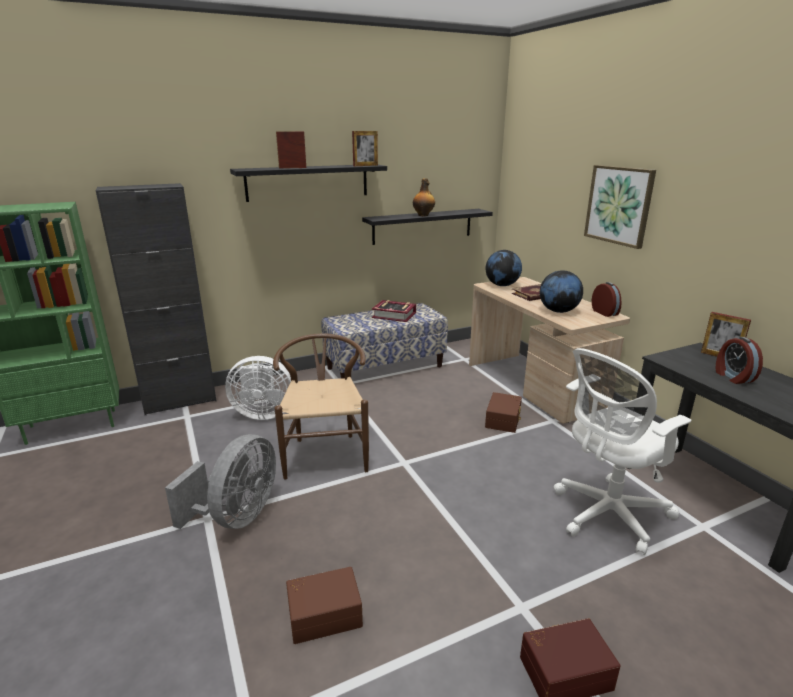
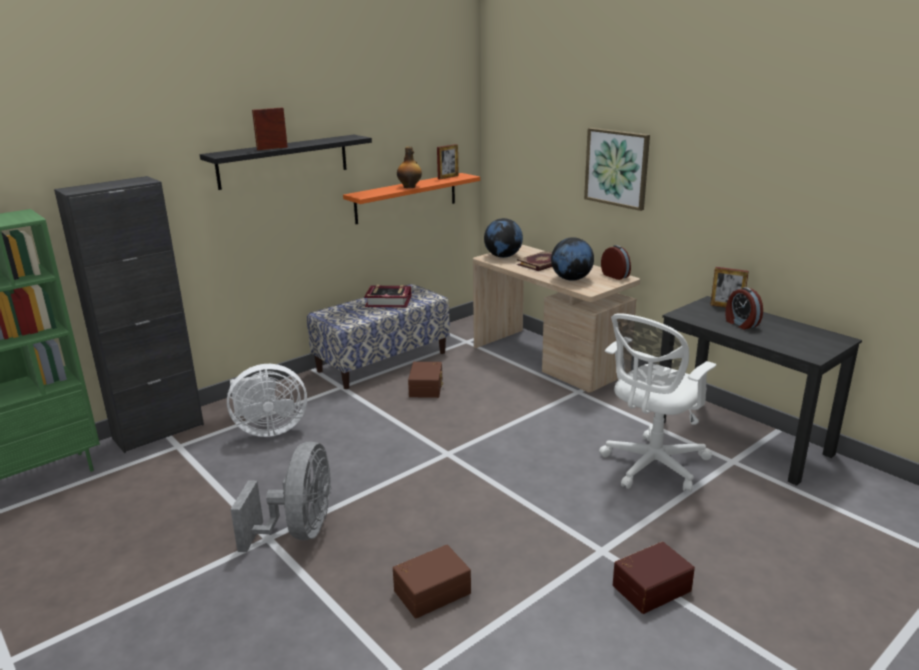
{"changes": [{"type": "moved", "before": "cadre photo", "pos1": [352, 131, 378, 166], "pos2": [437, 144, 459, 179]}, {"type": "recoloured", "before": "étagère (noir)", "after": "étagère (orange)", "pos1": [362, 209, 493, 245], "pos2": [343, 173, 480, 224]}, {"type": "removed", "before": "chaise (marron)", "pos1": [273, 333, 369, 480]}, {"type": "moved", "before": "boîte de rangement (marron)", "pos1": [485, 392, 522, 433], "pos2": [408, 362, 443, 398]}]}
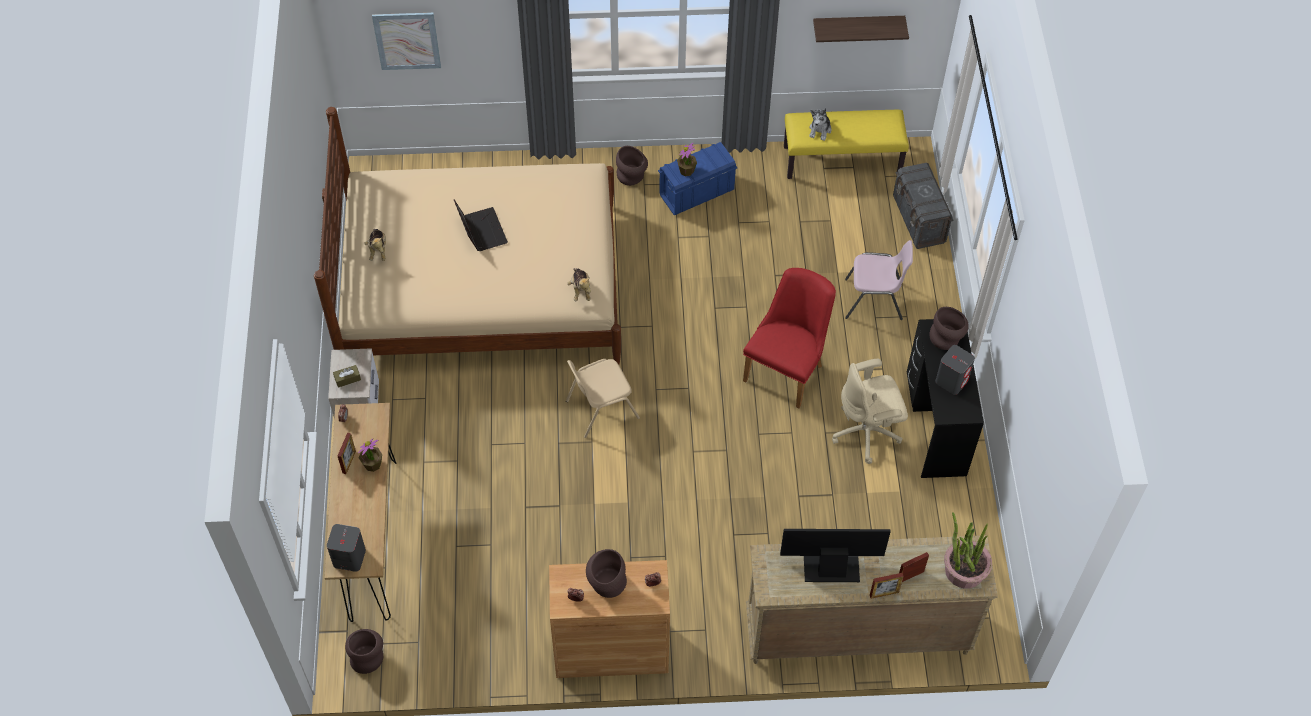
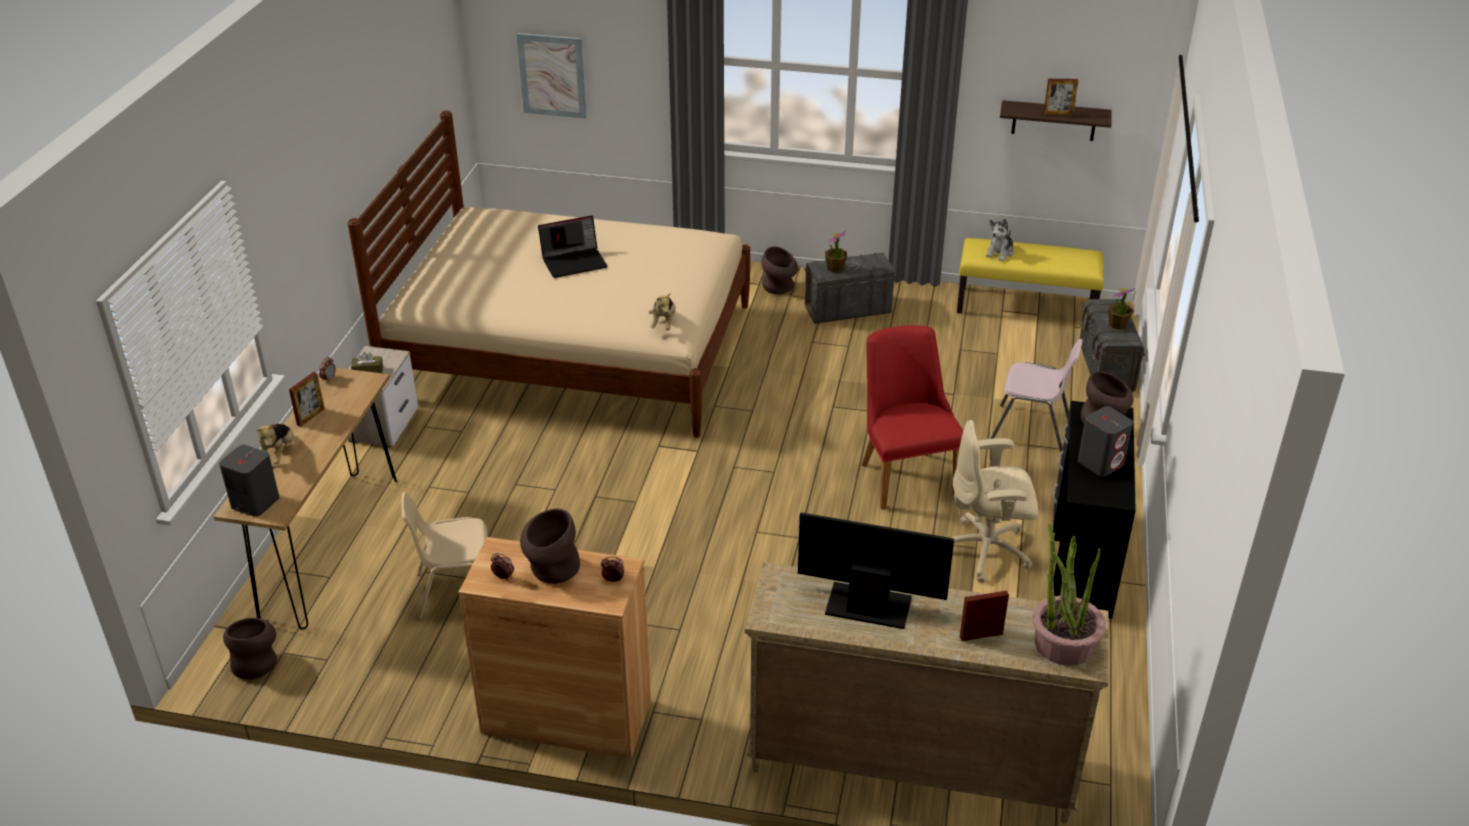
{"changes": [{"type": "recoloured", "before": "boîte de rangement (bleu)", "after": "boîte de rangement (gris)", "pos1": [658, 142, 737, 215], "pos2": [804, 253, 896, 324]}, {"type": "turned", "before": "ordinateur portable", "pos1": [454, 200, 508, 251], "pos2": [538, 215, 607, 278], "turn": 75}, {"type": "moved", "before": "peluche", "pos1": [364, 229, 386, 261], "pos2": [257, 423, 294, 464]}, {"type": "turned", "before": "chaise (rouge)", "pos1": [743, 268, 836, 408], "pos2": [862, 325, 963, 509], "turn": -60}, {"type": "moved", "before": "chaise (beige)", "pos1": [566, 359, 640, 438], "pos2": [402, 492, 488, 620]}, {"type": "moved", "before": "plante en pot", "pos1": [358, 439, 382, 472], "pos2": [1108, 288, 1136, 330]}, {"type": "moved", "before": "cadre photo", "pos1": [870, 573, 904, 599], "pos2": [1044, 79, 1078, 115]}]}
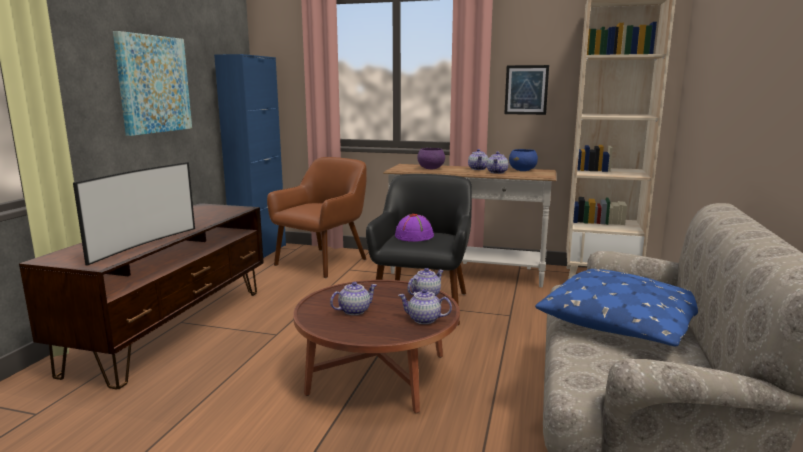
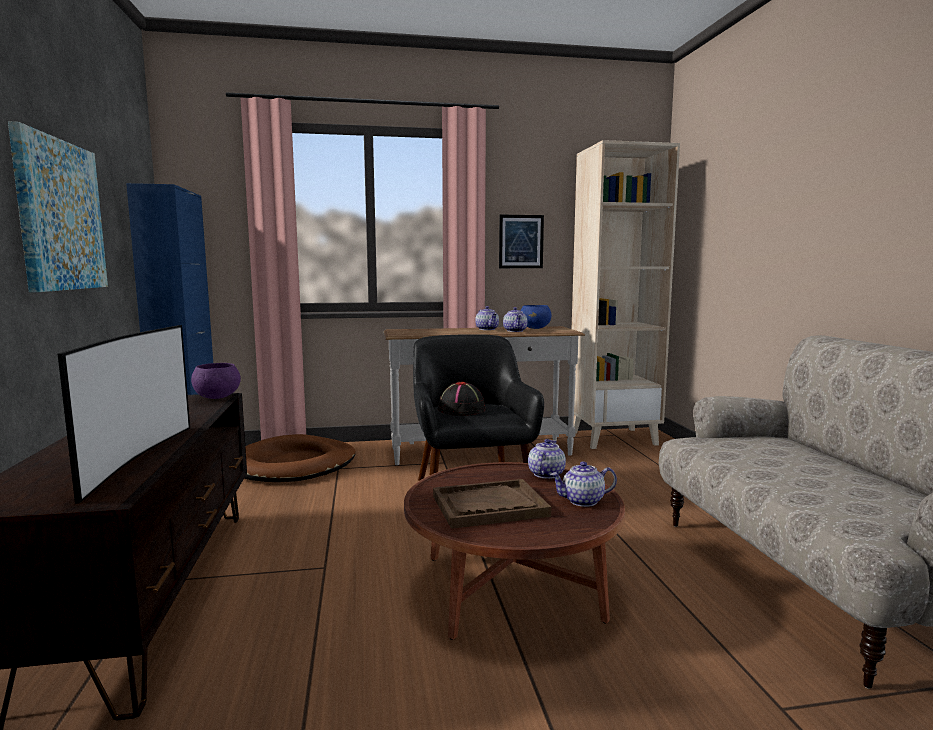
{"changes": [{"type": "moved", "before": "bol (violet)", "pos1": [417, 148, 445, 169], "pos2": [191, 363, 241, 399]}, {"type": "replaced", "before": "fauteuil (marron)", "after": "panier pour chien (marron)", "pos1": [267, 157, 367, 278], "pos2": [244, 434, 356, 482]}, {"type": "recoloured", "before": "chapeau (violet)", "after": "chapeau (noir)", "pos1": [395, 214, 434, 242], "pos2": [438, 382, 486, 416]}, {"type": "removed", "before": "coussin (bleu)", "pos1": [535, 269, 698, 346]}, {"type": "replaced", "before": "théière", "after": "plateau (marron)", "pos1": [330, 282, 377, 315], "pos2": [433, 479, 551, 529]}]}
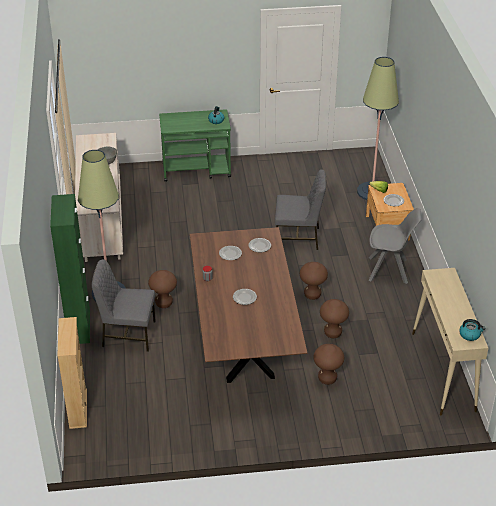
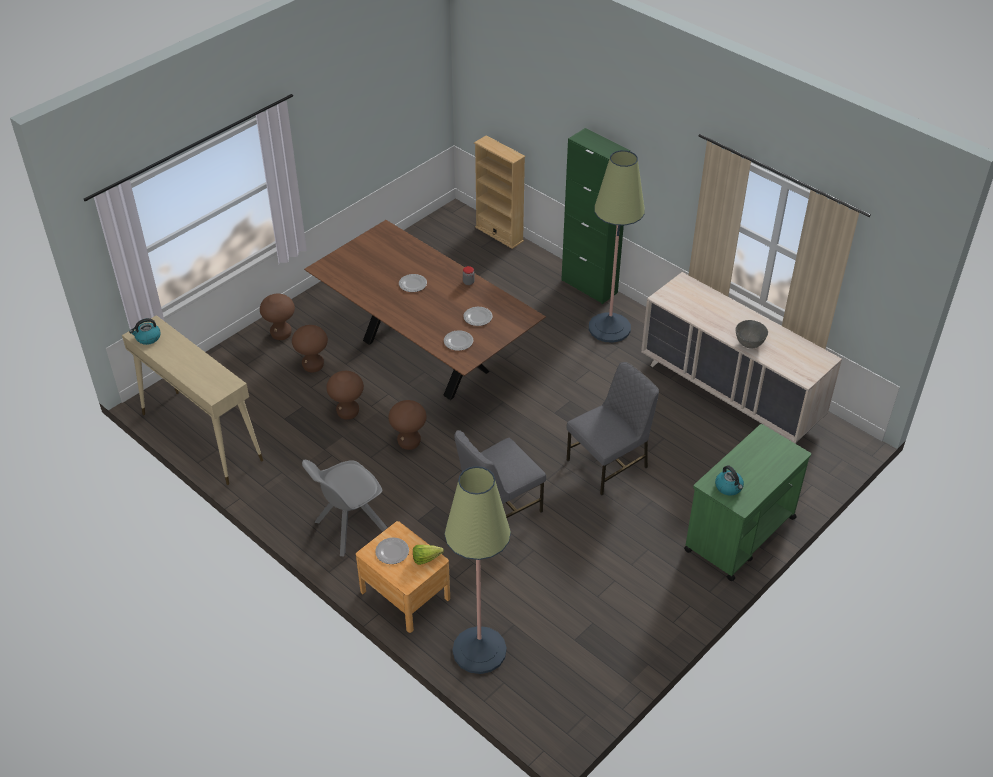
{"changes": [{"type": "moved", "before": "chaise (gris)", "pos1": [92, 259, 156, 352], "pos2": [567, 362, 659, 496]}, {"type": "moved", "before": "tabouret (marron)", "pos1": [148, 270, 177, 308], "pos2": [260, 294, 295, 340]}]}
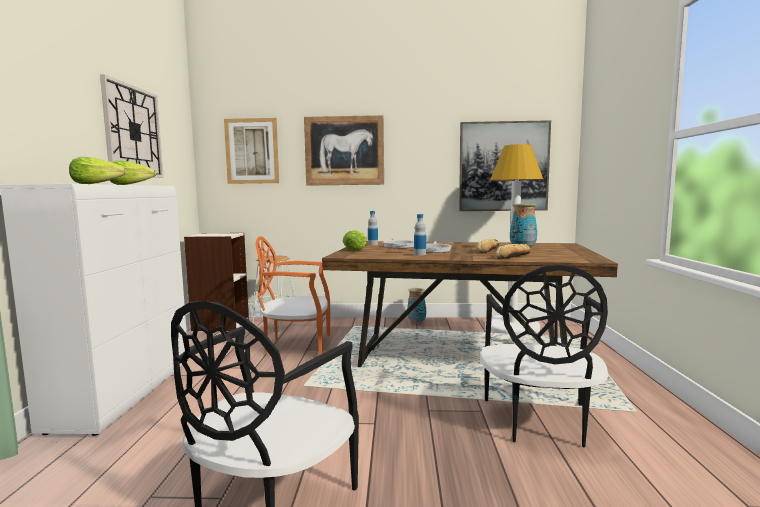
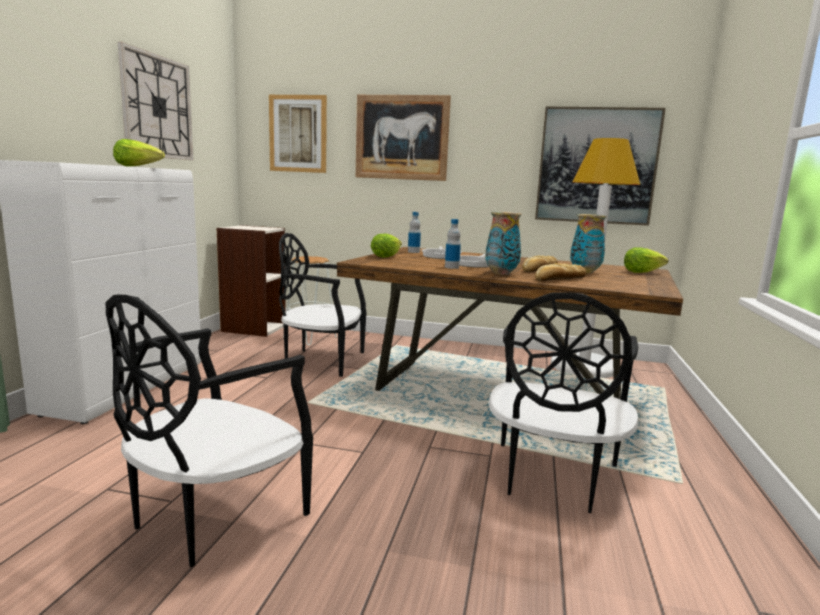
{"changes": [{"type": "moved", "before": "laitue", "pos1": [69, 157, 126, 184], "pos2": [624, 247, 668, 273]}, {"type": "recoloured", "before": "chaise (orange)", "after": "chaise (noir)", "pos1": [255, 236, 330, 355], "pos2": [279, 233, 366, 377]}, {"type": "moved", "before": "vase", "pos1": [407, 288, 426, 324], "pos2": [485, 212, 522, 275]}]}
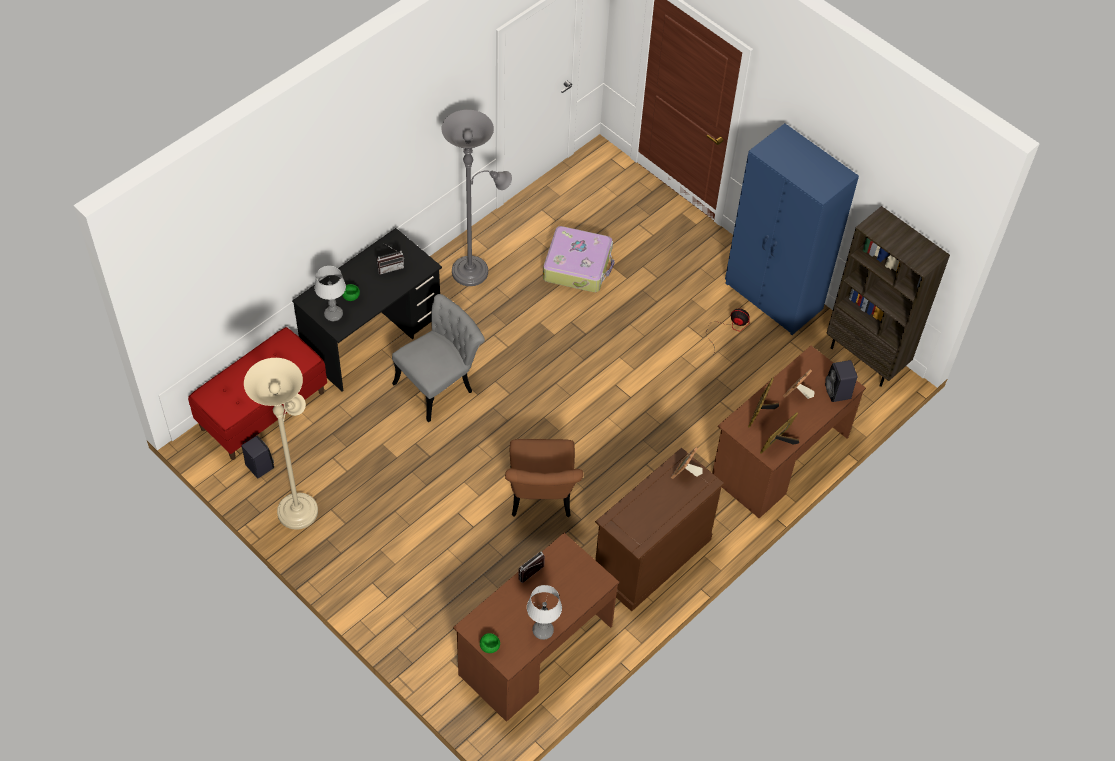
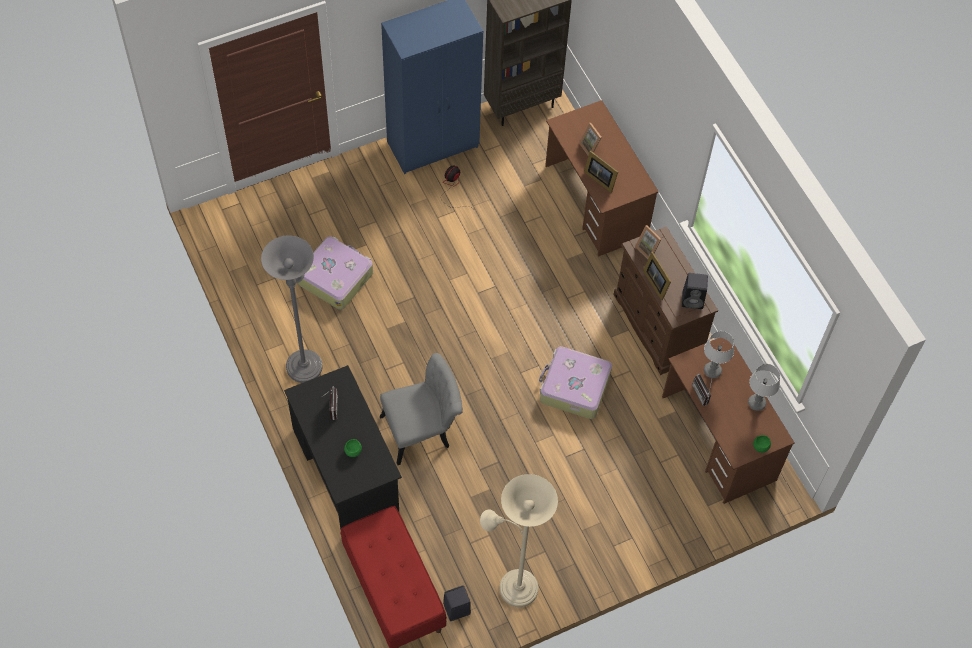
{"changes": [{"type": "moved", "before": "lampe de table", "pos1": [314, 266, 346, 321], "pos2": [704, 331, 734, 378]}, {"type": "turned", "before": "chaise (gris)", "pos1": [392, 294, 485, 423], "pos2": [380, 353, 463, 465], "turn": 90}, {"type": "moved", "before": "enceinte (noir)", "pos1": [825, 360, 858, 402], "pos2": [682, 273, 708, 309]}, {"type": "moved", "before": "cadre photo", "pos1": [760, 412, 799, 454], "pos2": [643, 252, 672, 300]}, {"type": "replaced", "before": "chaise (marron)", "after": "valise", "pos1": [505, 439, 583, 517], "pos2": [539, 346, 612, 419]}]}
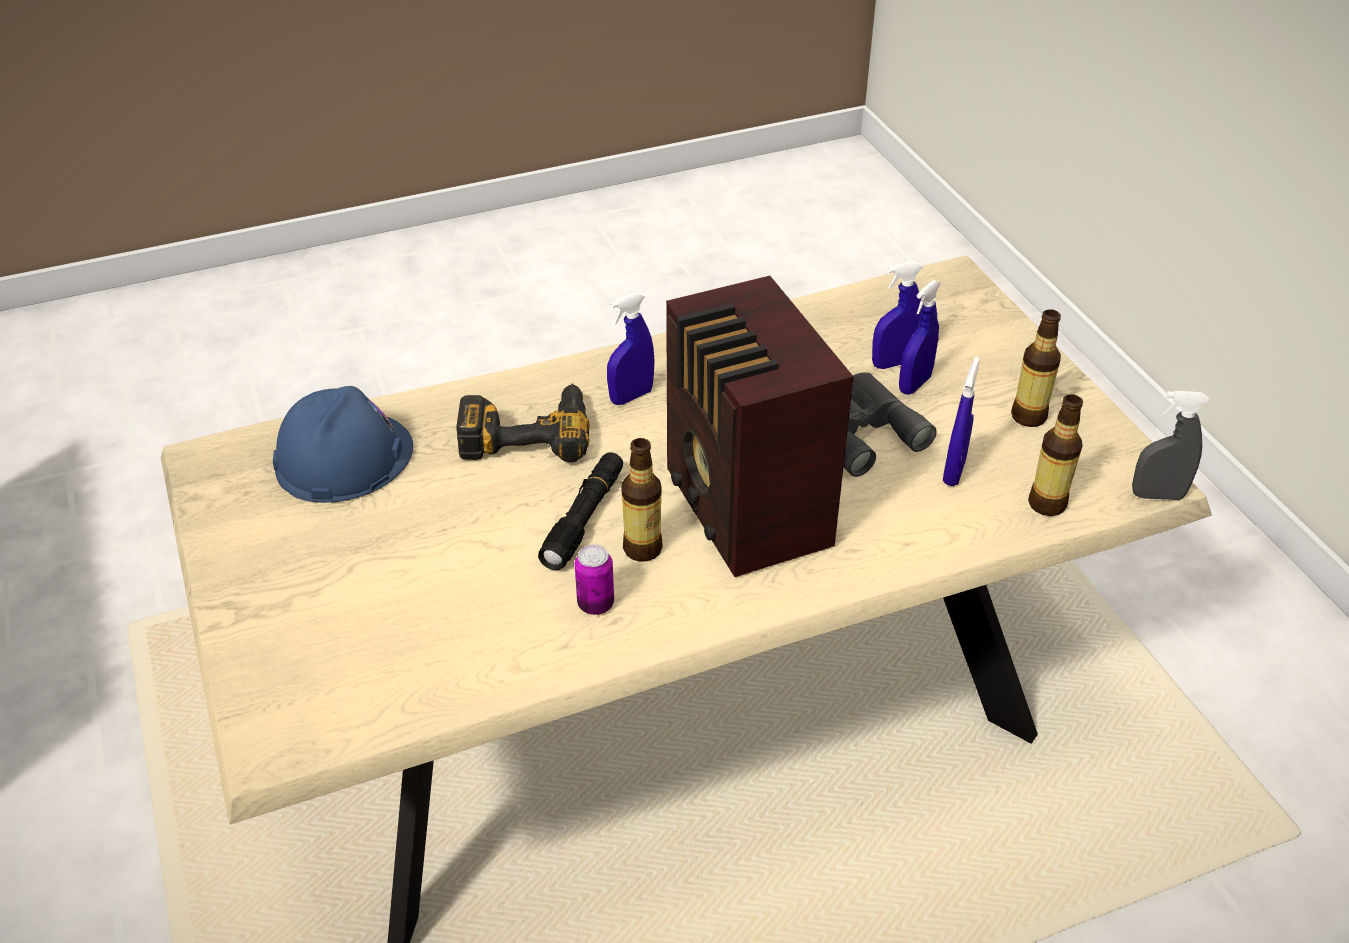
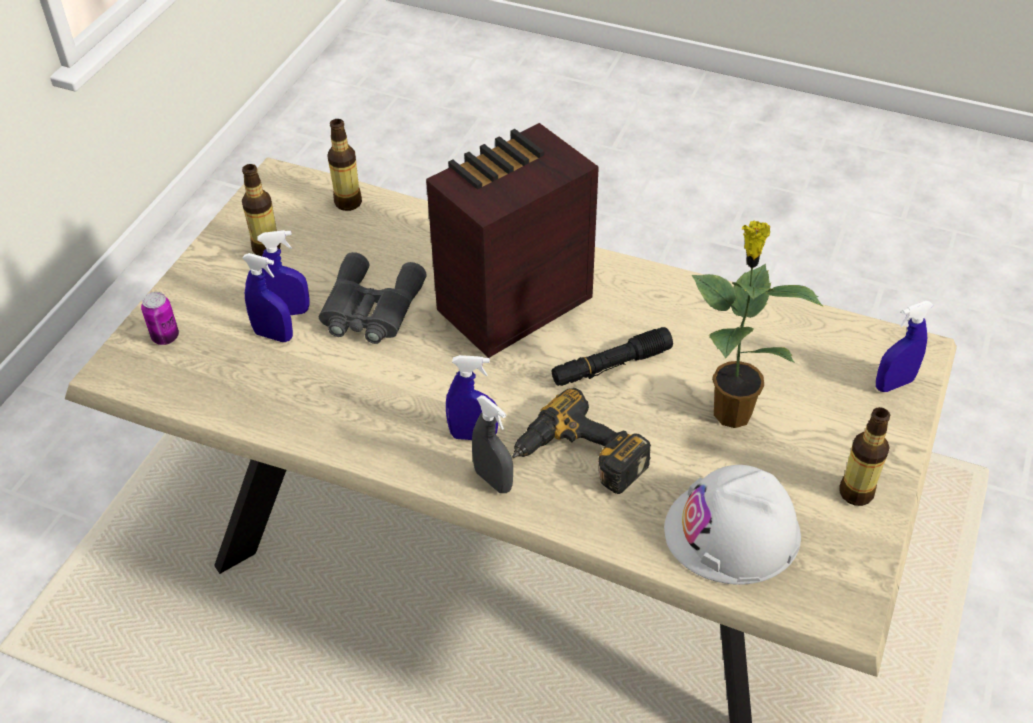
{"changes": [{"type": "turned", "before": "radio", "pos1": [666, 276, 853, 577], "pos2": [426, 123, 599, 358], "turn": -150}, {"type": "moved", "before": "vaporisateur (bleu)", "pos1": [943, 357, 980, 486], "pos2": [876, 301, 934, 392]}, {"type": "recoloured", "before": "casque de chantier (bleu)", "after": "casque de chantier (blanc)", "pos1": [273, 386, 413, 503], "pos2": [664, 465, 801, 585]}, {"type": "moved", "before": "vaporisateur (gris)", "pos1": [1132, 391, 1209, 500], "pos2": [472, 395, 513, 493]}, {"type": "moved", "before": "bouteille", "pos1": [622, 438, 663, 562], "pos2": [840, 407, 890, 506]}, {"type": "moved", "before": "boîte métallique", "pos1": [575, 544, 614, 615], "pos2": [141, 292, 179, 345]}, {"type": "added", "after": "plante en pot", "pos2": [692, 221, 824, 428]}]}
